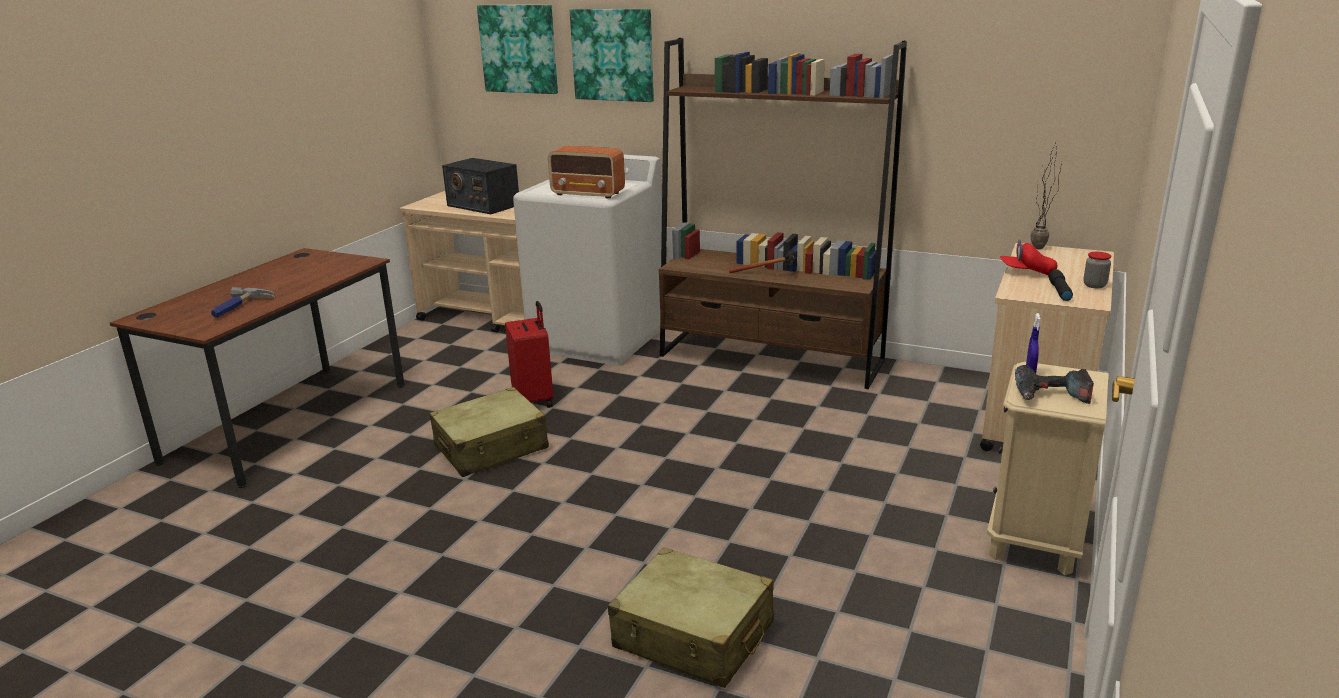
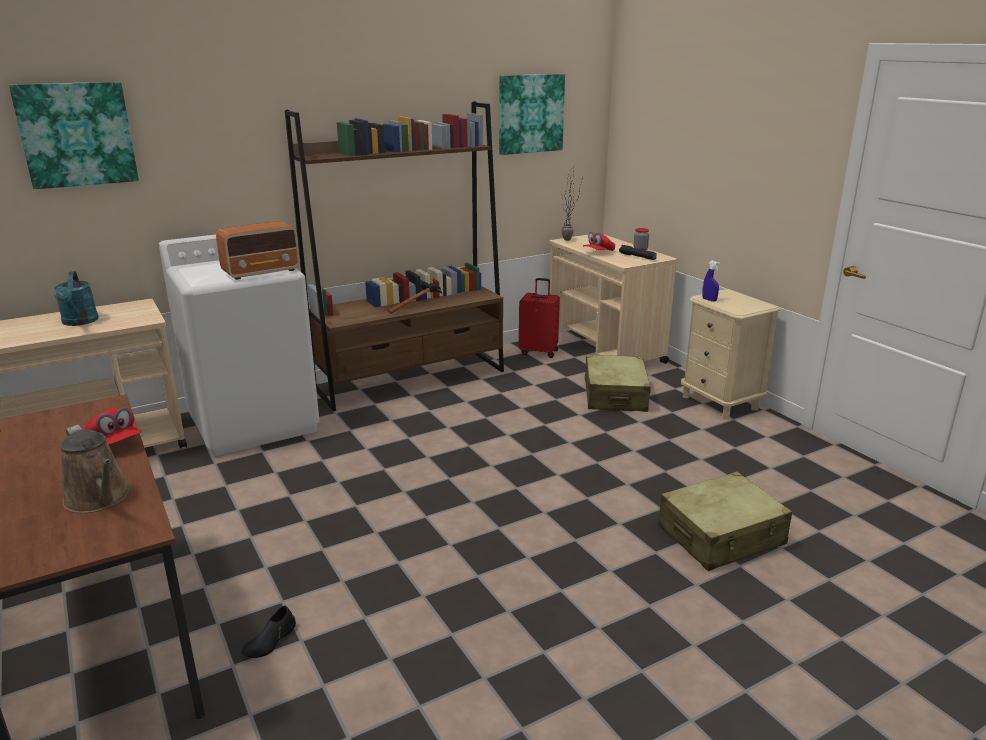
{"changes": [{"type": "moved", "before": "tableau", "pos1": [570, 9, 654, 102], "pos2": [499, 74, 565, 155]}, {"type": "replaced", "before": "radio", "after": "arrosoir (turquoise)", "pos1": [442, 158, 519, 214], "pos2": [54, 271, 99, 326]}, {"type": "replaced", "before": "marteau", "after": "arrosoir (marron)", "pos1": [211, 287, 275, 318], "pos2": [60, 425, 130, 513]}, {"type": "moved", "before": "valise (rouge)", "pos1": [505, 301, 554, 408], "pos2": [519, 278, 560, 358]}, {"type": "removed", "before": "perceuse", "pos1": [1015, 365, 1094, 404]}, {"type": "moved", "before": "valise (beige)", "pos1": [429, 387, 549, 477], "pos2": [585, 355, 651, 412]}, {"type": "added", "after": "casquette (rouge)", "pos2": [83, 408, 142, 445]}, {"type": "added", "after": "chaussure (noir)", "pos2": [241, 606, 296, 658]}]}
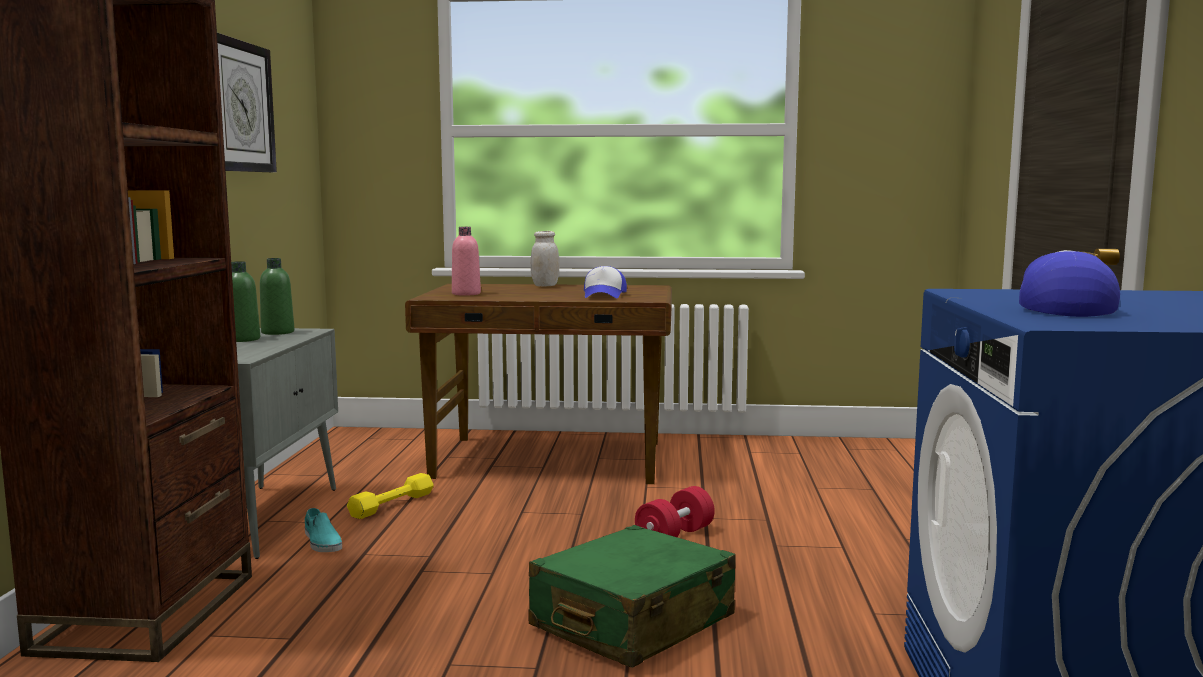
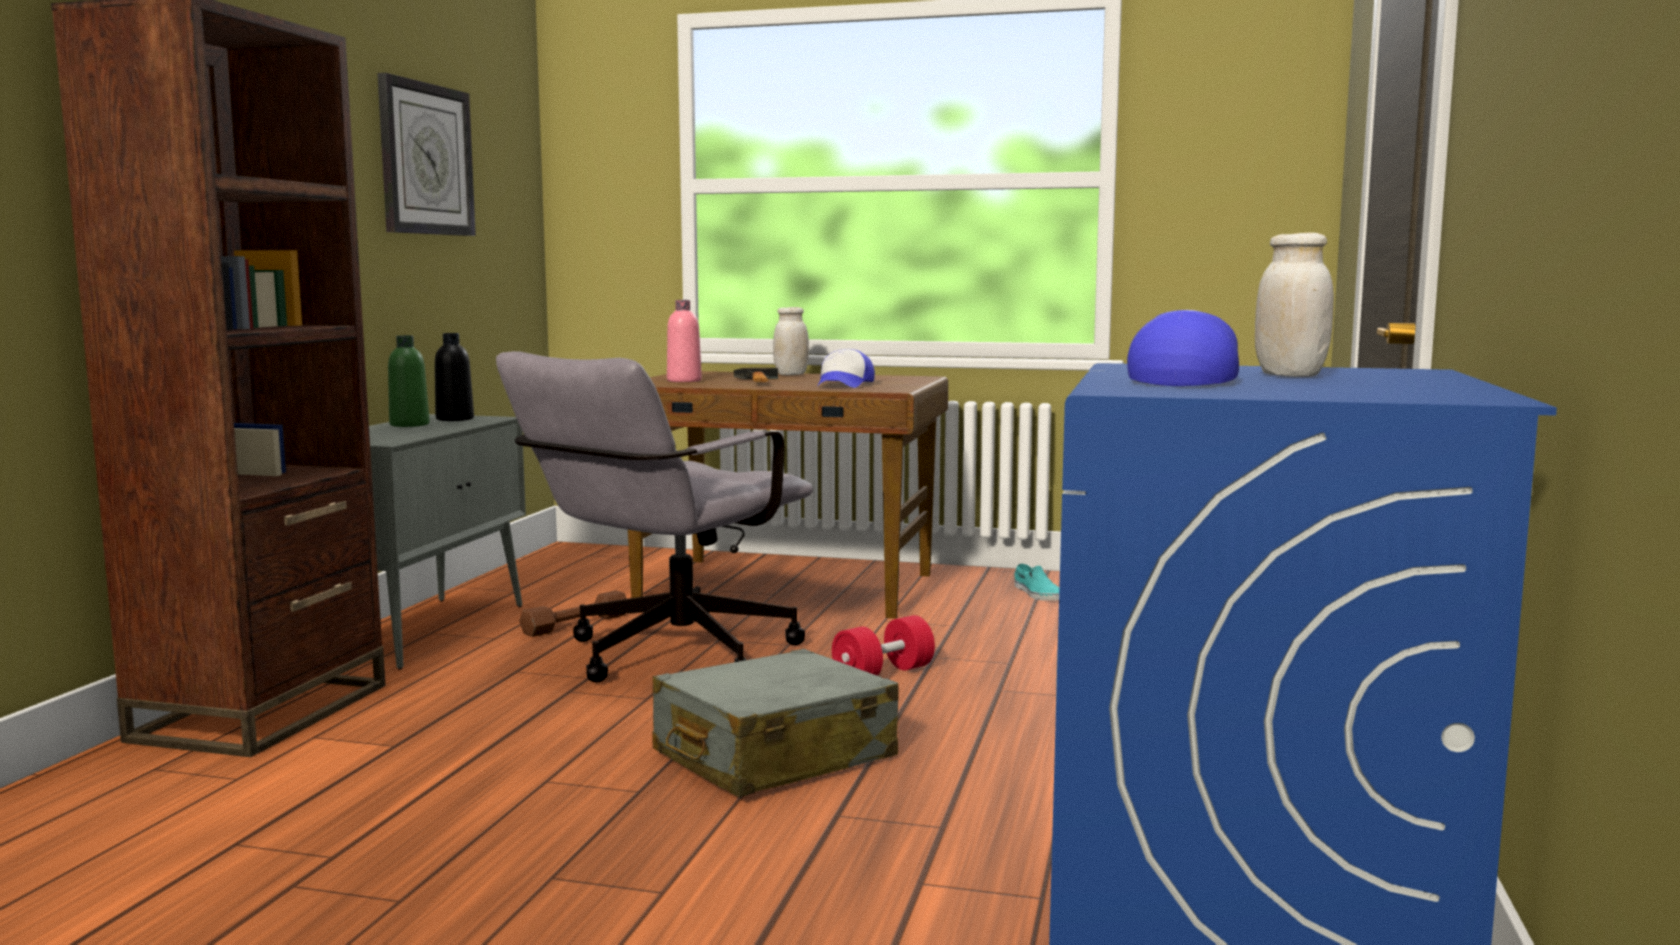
{"changes": [{"type": "recoloured", "before": "bouteille (vert)", "after": "bouteille (noir)", "pos1": [260, 258, 294, 335], "pos2": [435, 333, 474, 421]}, {"type": "recoloured", "before": "haltère (jaune)", "after": "haltère (marron)", "pos1": [347, 473, 434, 519], "pos2": [519, 591, 627, 637]}, {"type": "moved", "before": "chaussure (turquoise)", "pos1": [305, 508, 342, 552], "pos2": [1014, 564, 1059, 600]}, {"type": "recoloured", "before": "valise (vert)", "after": "valise (gris)", "pos1": [528, 525, 736, 668], "pos2": [652, 649, 899, 797]}, {"type": "added", "after": "bocal (blanc)", "pos2": [1255, 233, 1334, 377]}, {"type": "added", "after": "chaise de bureau (gris)", "pos2": [496, 351, 813, 682]}, {"type": "added", "after": "marteau", "pos2": [733, 368, 778, 382]}]}
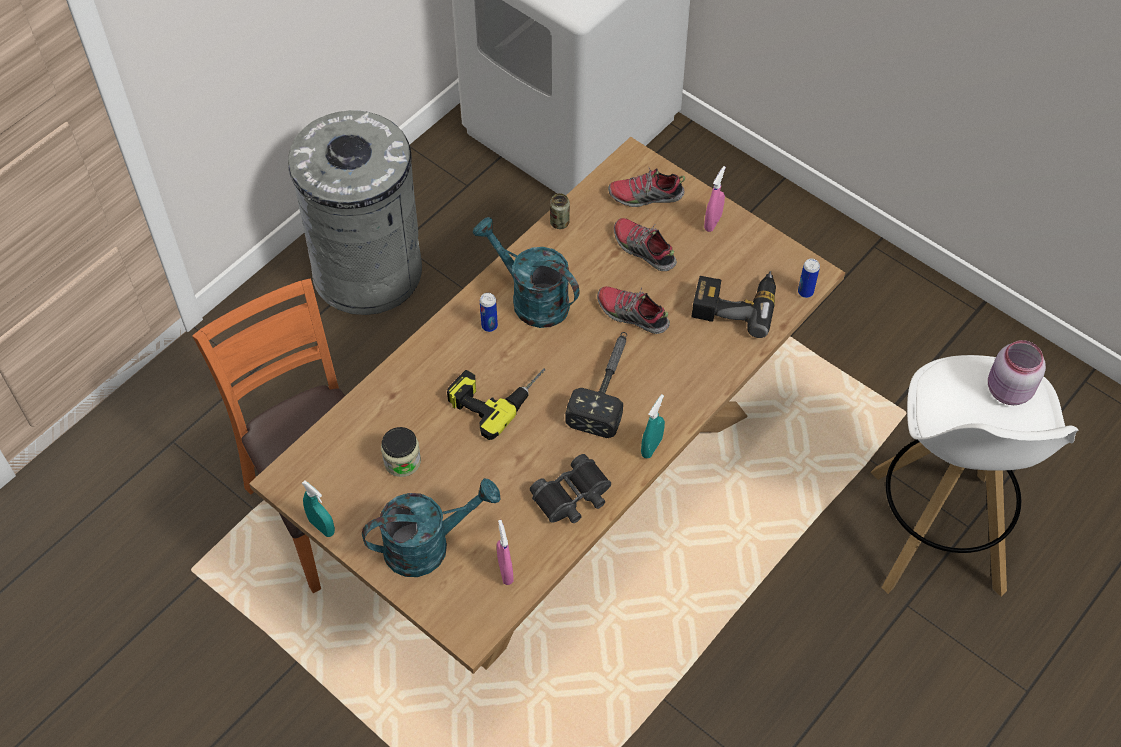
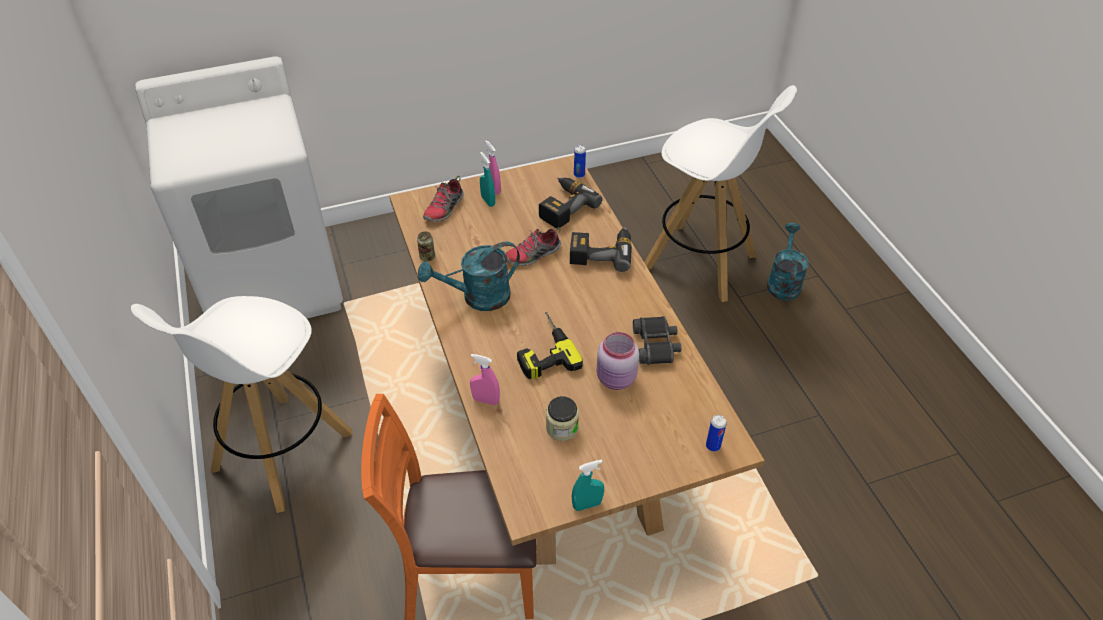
{"changes": [{"type": "replaced", "before": "poubelle (gris)", "after": "tabouret (blanc)", "pos1": [288, 110, 422, 315], "pos2": [131, 296, 353, 513]}, {"type": "removed", "before": "chaussure", "pos1": [614, 218, 677, 271]}, {"type": "moved", "before": "boîte métallique", "pos1": [480, 293, 498, 332], "pos2": [706, 415, 727, 452]}, {"type": "removed", "before": "marteau", "pos1": [565, 332, 627, 438]}, {"type": "moved", "before": "bocal (rose)", "pos1": [988, 340, 1046, 405], "pos2": [596, 332, 639, 390]}, {"type": "moved", "before": "vaporisateur (turquoise)", "pos1": [641, 394, 665, 458], "pos2": [480, 152, 495, 207]}, {"type": "moved", "before": "arrosoir (turquoise)", "pos1": [362, 478, 500, 577], "pos2": [767, 223, 809, 300]}, {"type": "moved", "before": "vaporisateur (rose)", "pos1": [497, 520, 514, 585], "pos2": [470, 354, 500, 405]}, {"type": "added", "after": "perceuse", "pos2": [570, 226, 632, 272]}]}
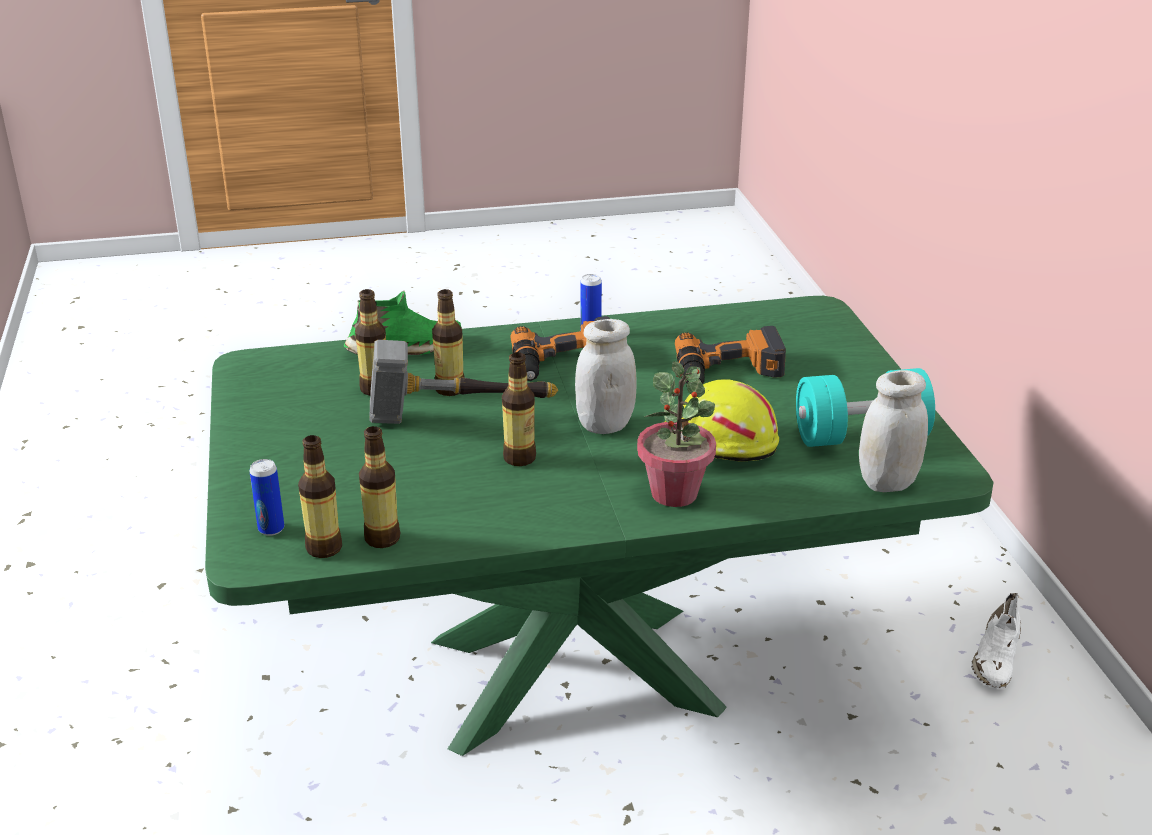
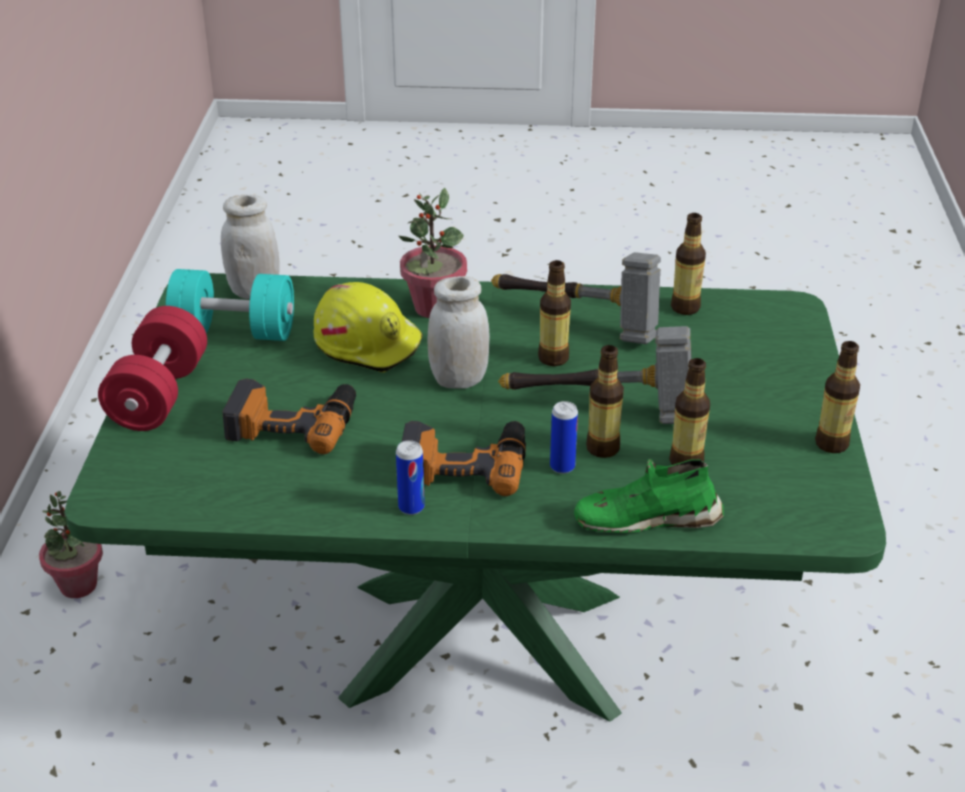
{"changes": [{"type": "moved", "before": "bouteille", "pos1": [298, 435, 342, 558], "pos2": [815, 341, 860, 453]}, {"type": "moved", "before": "boîte métallique", "pos1": [249, 459, 284, 536], "pos2": [550, 401, 578, 474]}, {"type": "replaced", "before": "chaussure (blanc)", "after": "plante en pot", "pos1": [971, 593, 1021, 689], "pos2": [39, 491, 103, 598]}, {"type": "added", "after": "marteau", "pos2": [491, 252, 661, 344]}, {"type": "added", "after": "haltère (rouge)", "pos2": [98, 306, 207, 431]}]}
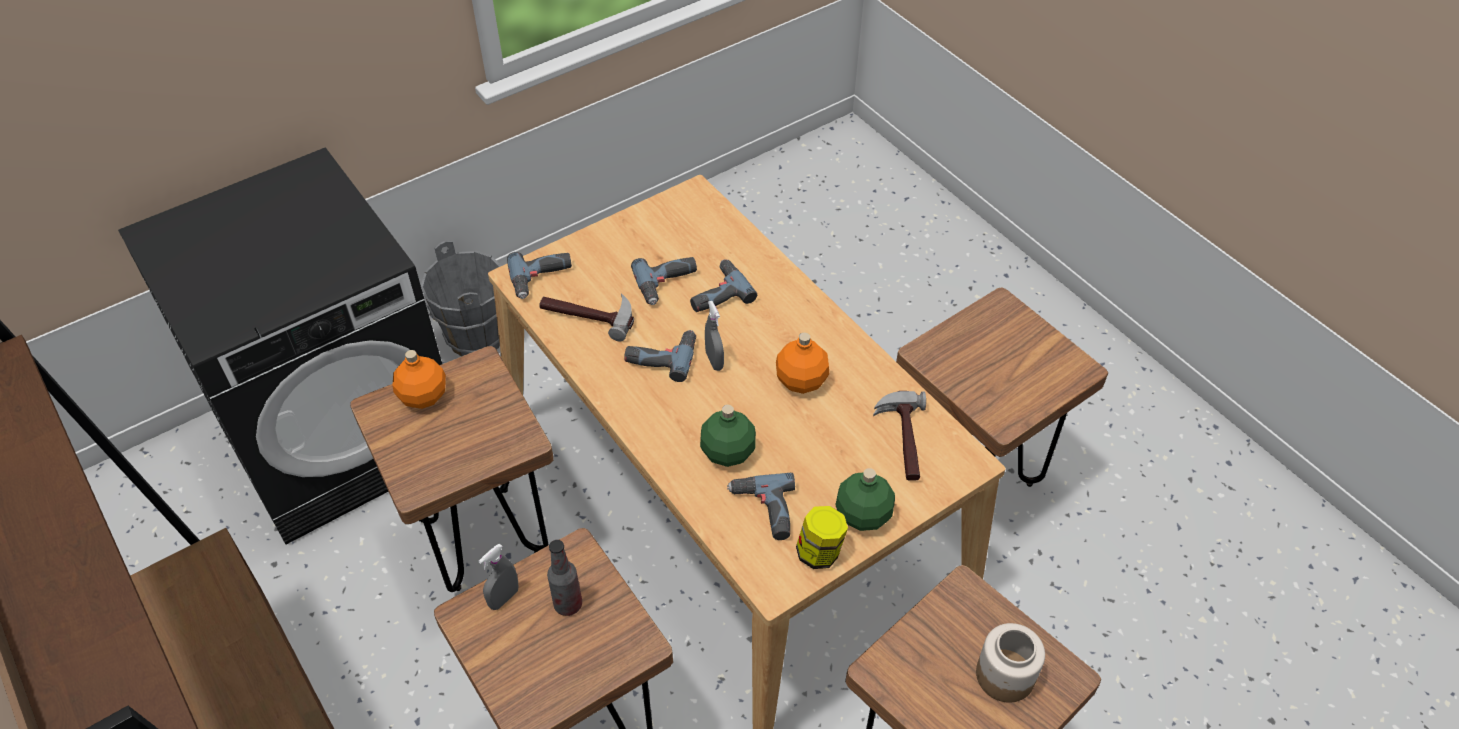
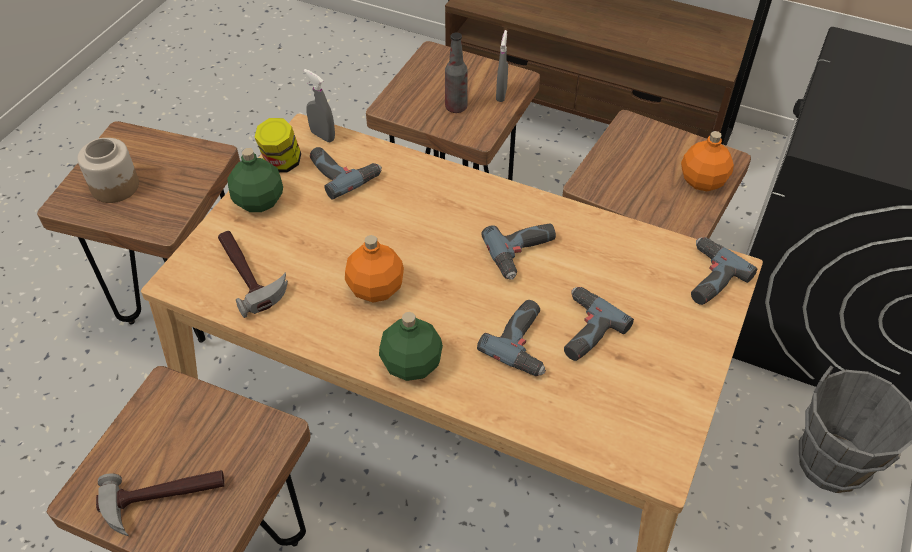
{"changes": [{"type": "moved", "before": "marteau", "pos1": [539, 293, 634, 341], "pos2": [96, 470, 225, 536]}, {"type": "moved", "before": "vaporisateur (gris)", "pos1": [705, 301, 724, 371], "pos2": [304, 69, 335, 142]}, {"type": "moved", "before": "bouteille (vert)", "pos1": [700, 404, 756, 467], "pos2": [379, 312, 443, 381]}]}
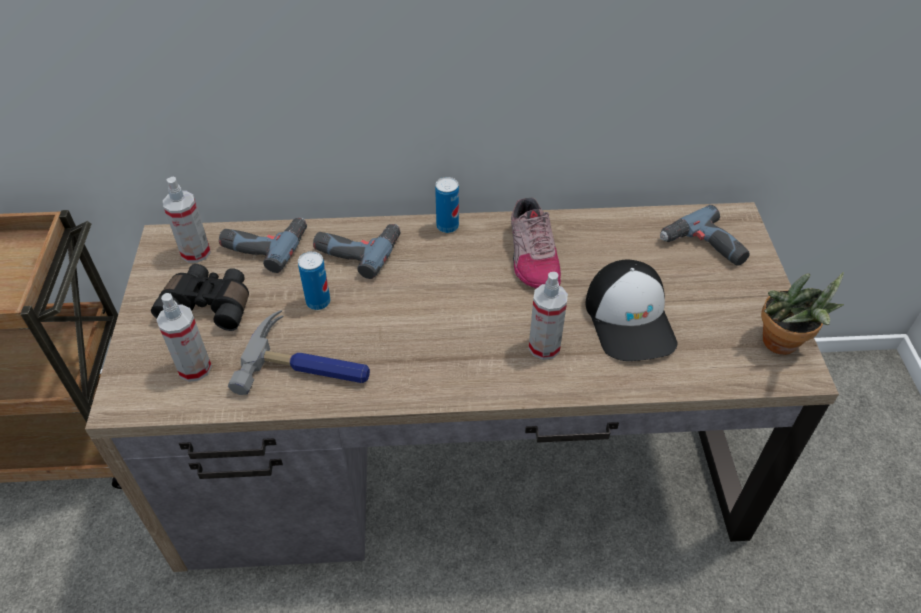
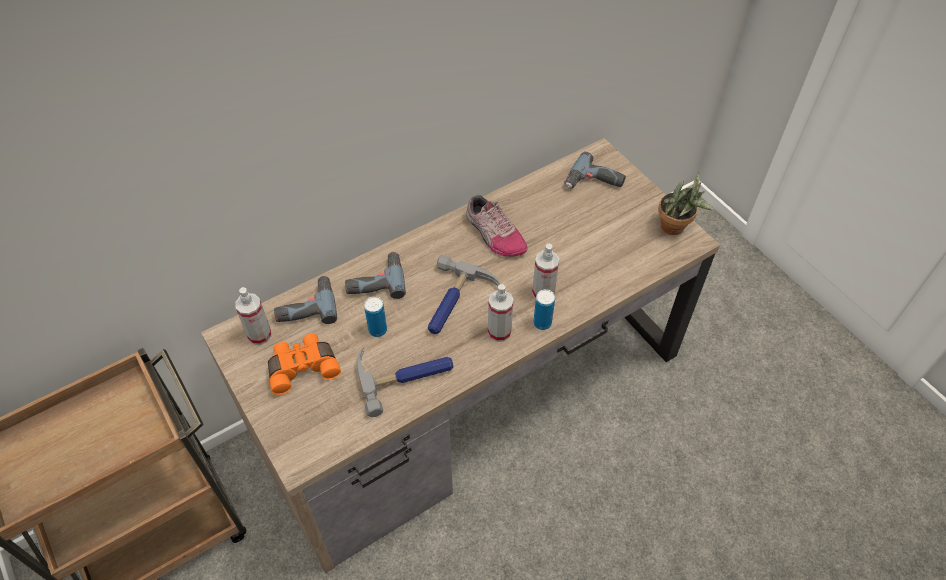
{"changes": [{"type": "moved", "before": "boîte métallique", "pos1": [435, 177, 459, 233], "pos2": [533, 289, 555, 330]}, {"type": "removed", "before": "casquette", "pos1": [585, 260, 678, 361]}, {"type": "recoloured", "before": "jumelles (noir)", "after": "jumelles (orange)", "pos1": [151, 264, 249, 331], "pos2": [268, 333, 341, 395]}, {"type": "moved", "before": "vaporisateur", "pos1": [156, 293, 212, 382], "pos2": [488, 284, 514, 342]}, {"type": "added", "after": "marteau", "pos2": [428, 255, 500, 334]}]}
